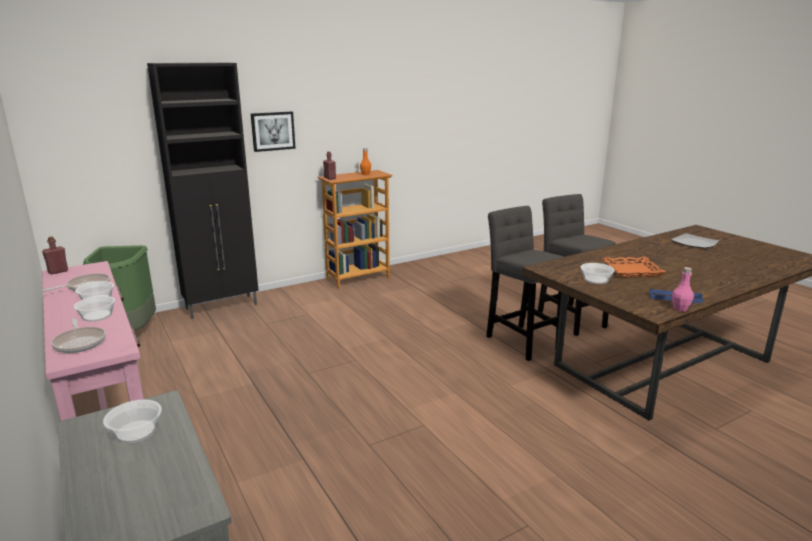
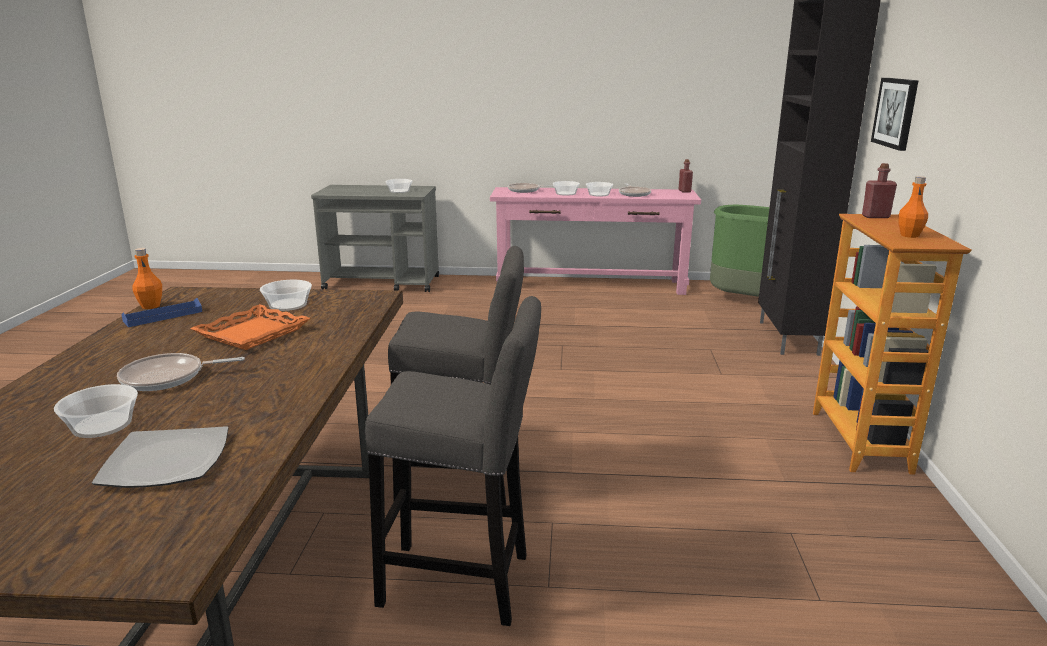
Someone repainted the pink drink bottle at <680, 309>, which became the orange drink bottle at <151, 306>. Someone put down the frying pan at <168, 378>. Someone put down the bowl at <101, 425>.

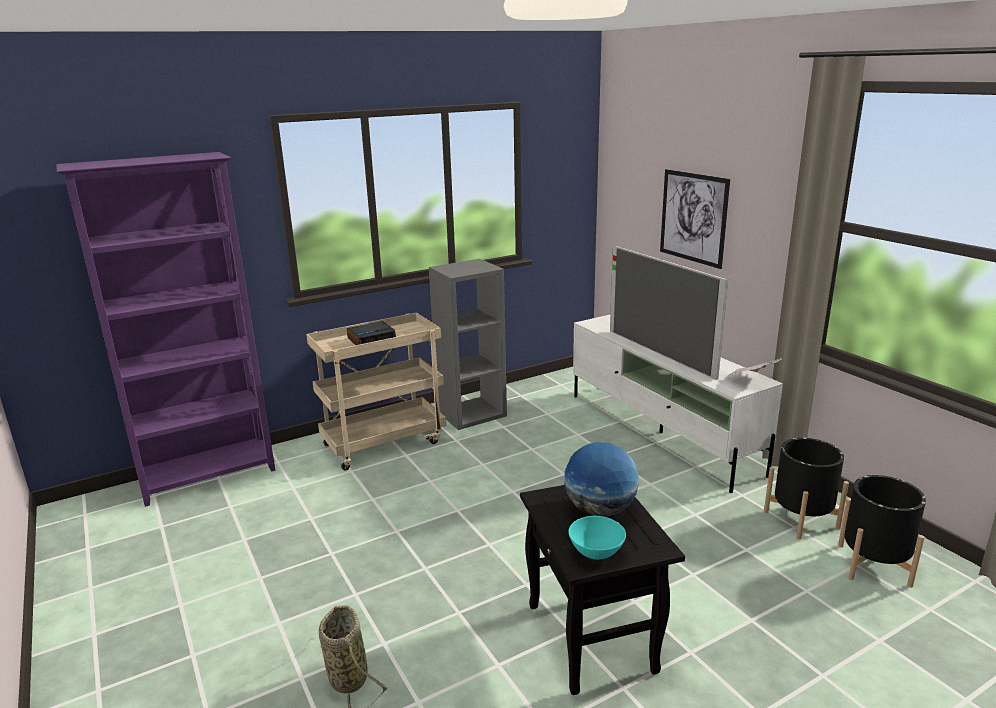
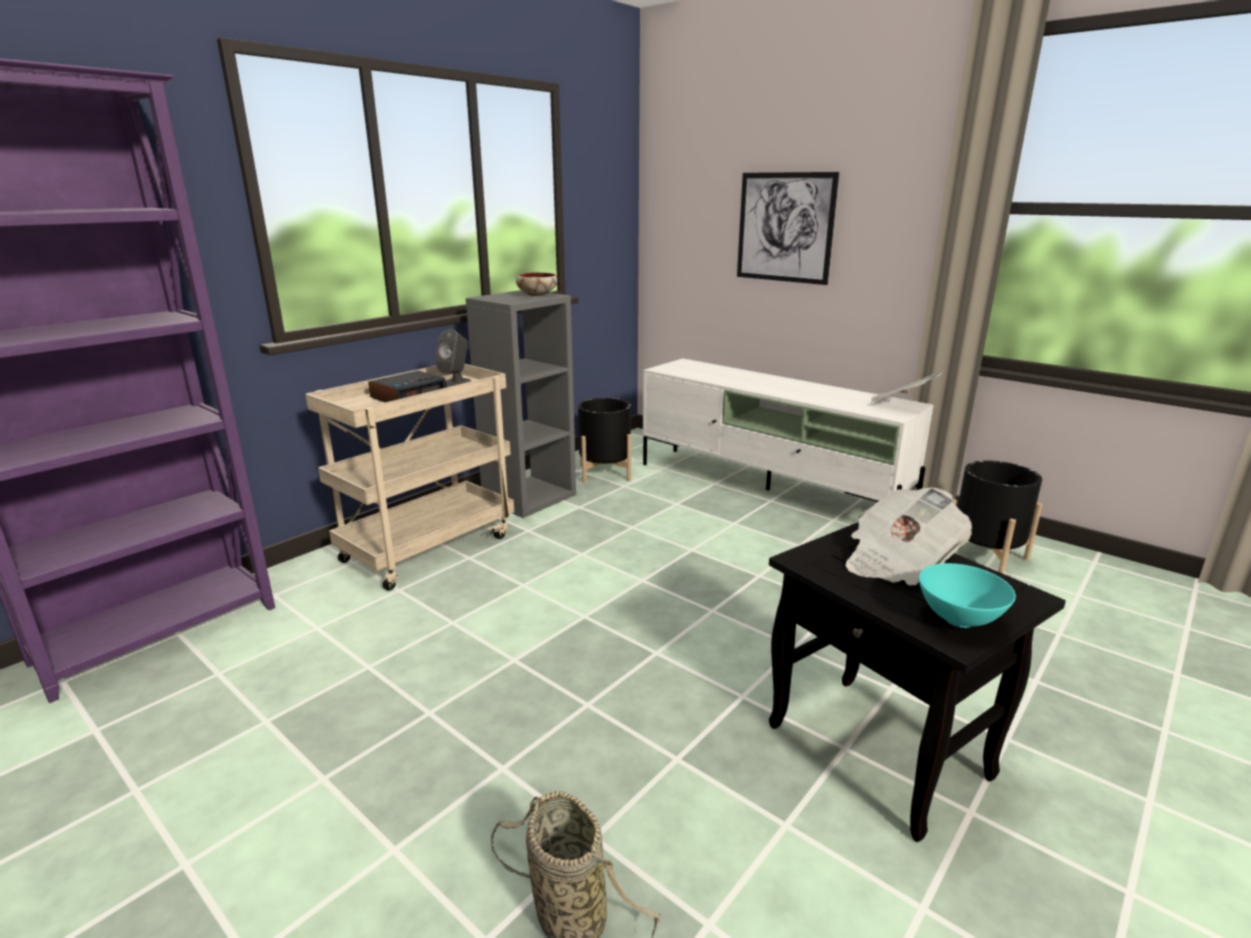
Someone took away the TV at <658, 353>. Someone swapped the globe at <600, 510> for the newspaper at <898, 562>. Someone carried the black-coloured flower pot from <873, 565> to <605, 473>. Someone put down the bowl at <537, 295>. Someone put down the grey audio speaker at <455, 383>.

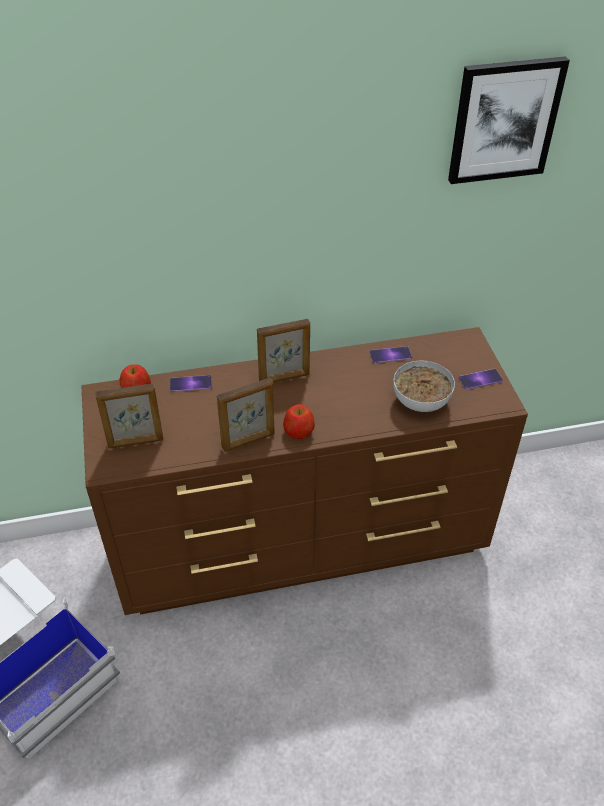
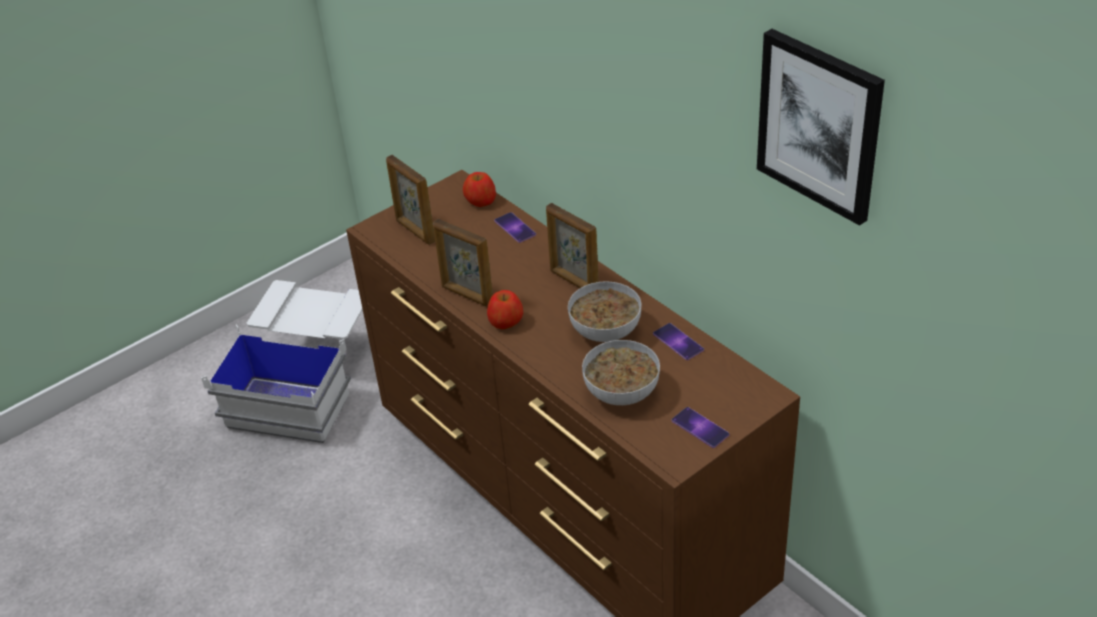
Someone put down the bowl at <605, 331>.

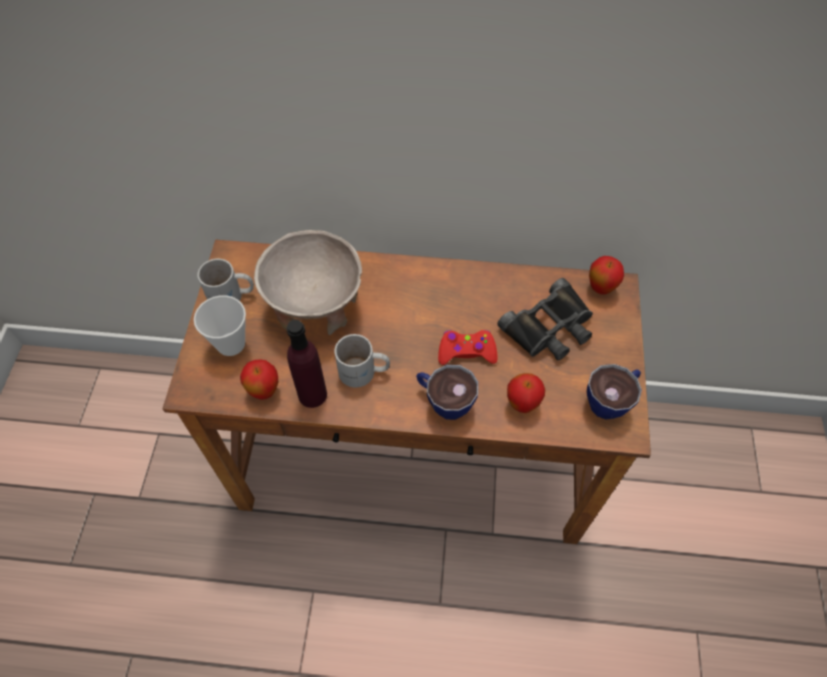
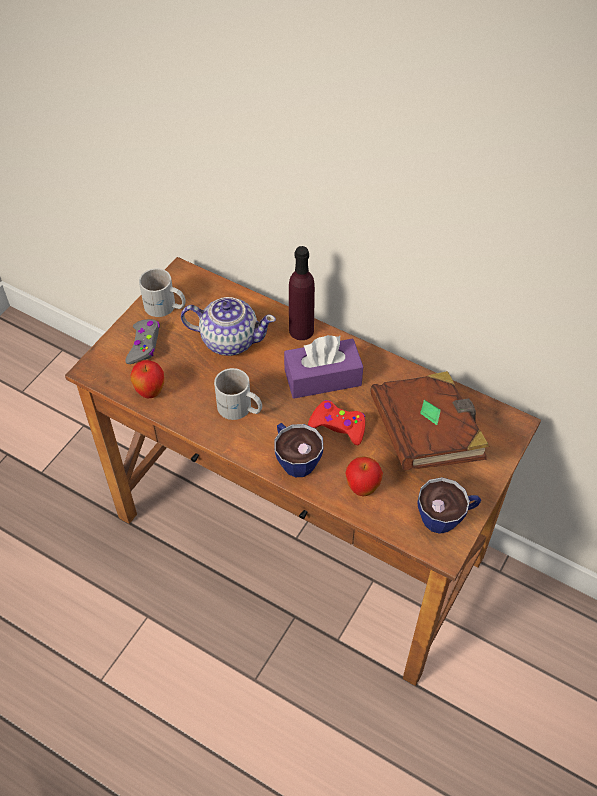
Someone swapped the beige bowl at <315, 306> for the pot for tea at <229, 340>. Someone took away the apple at <601, 288>. Someone swapped the black-coloured pair of binoculars at <550, 328> for the brownish volume at <426, 435>. Someone swapped the small cup at <231, 344> for the grey joypad at <144, 345>. Someone carried the purple drink bottle from <312, 394> to <301, 330>. Someone put down the purple box of tissues at <322, 378>.

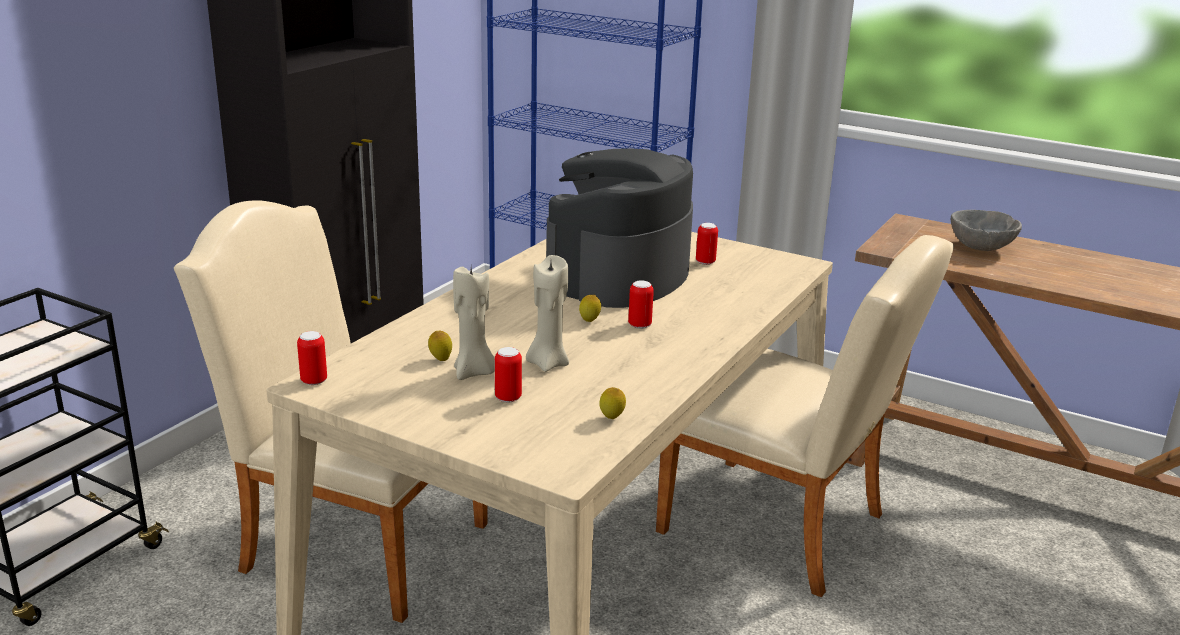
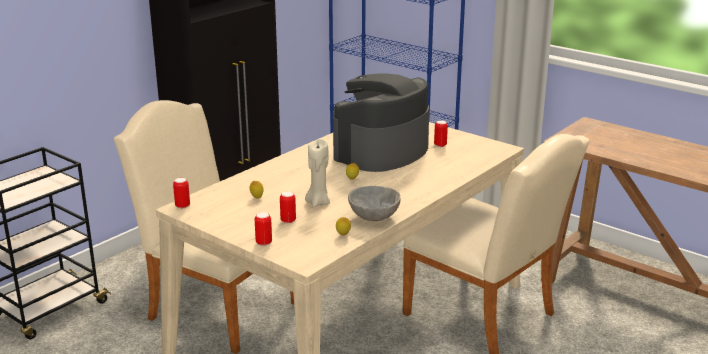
Someone carried the grey bowl from <981, 248> to <375, 218>. Someone took away the beige wax light at <474, 372>. Someone carried the sealed can from <639, 325> to <264, 243>.

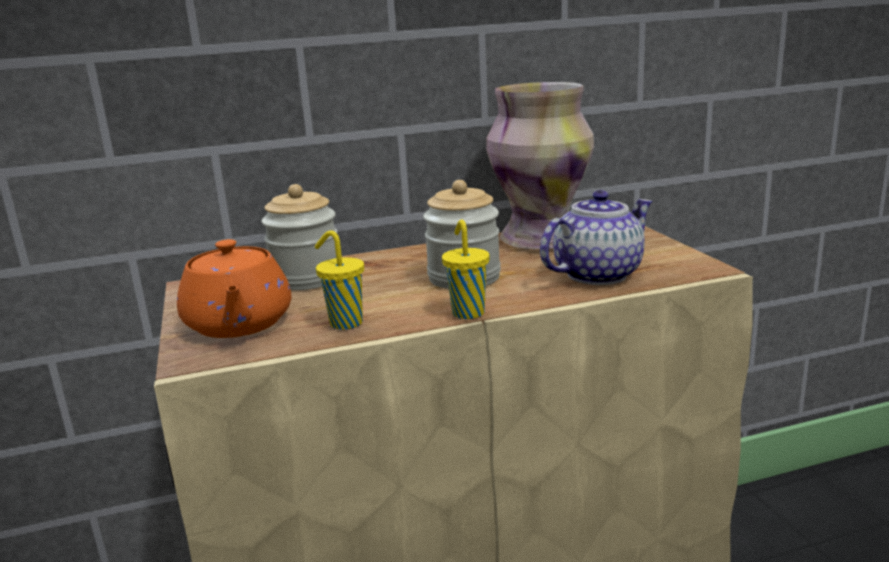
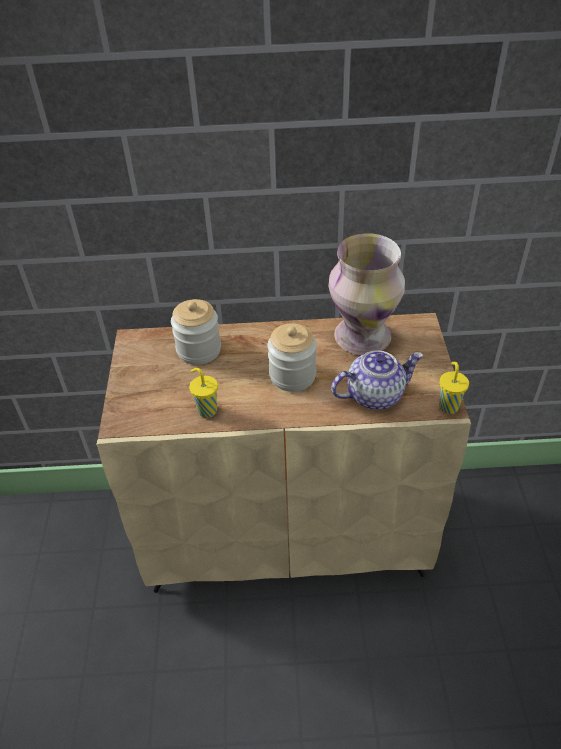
Someone carried the yellow-coloured small cup from <467, 312> to <448, 406>. Someone took away the orange pot for tea at <239, 324>.

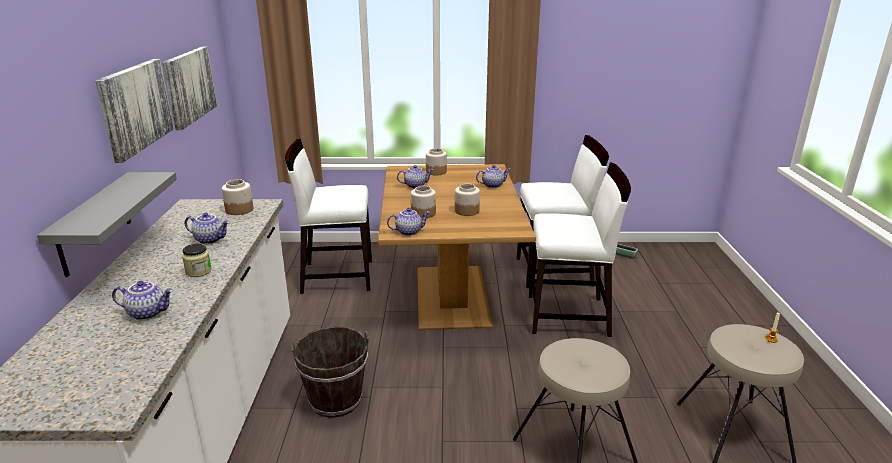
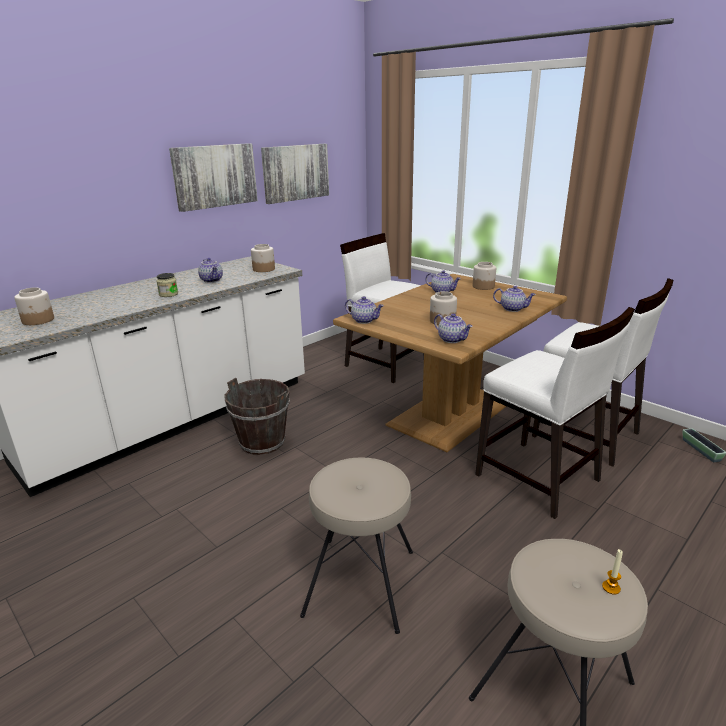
Someone took away the grey wall shelf at <94, 223>. Someone carried the preserve jar from <423, 213> to <38, 320>. Someone carried the pot for tea from <148, 313> to <452, 339>.

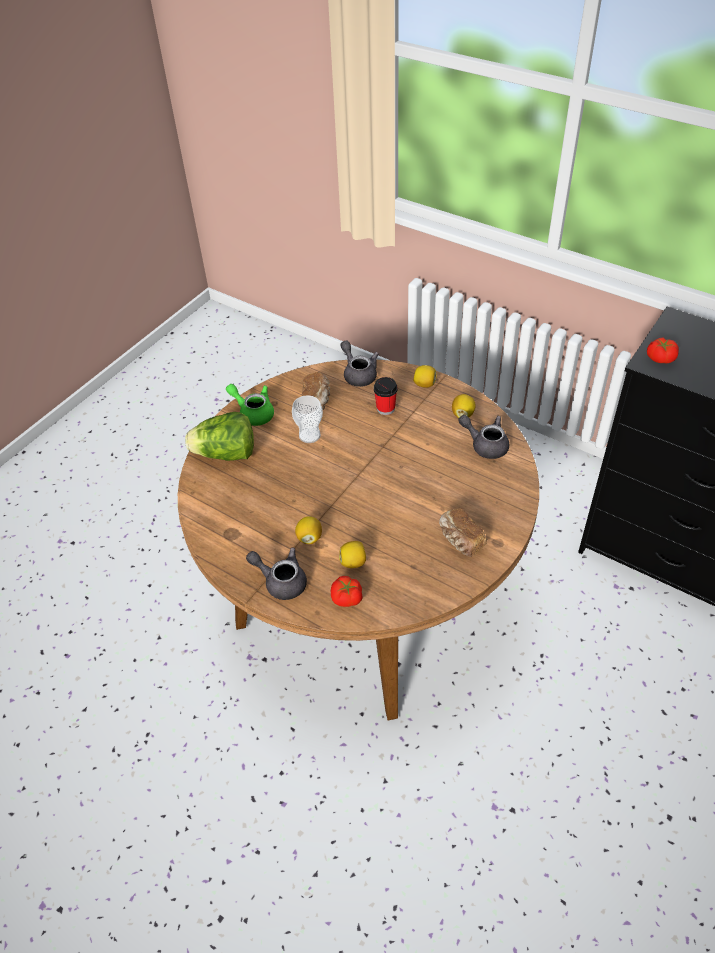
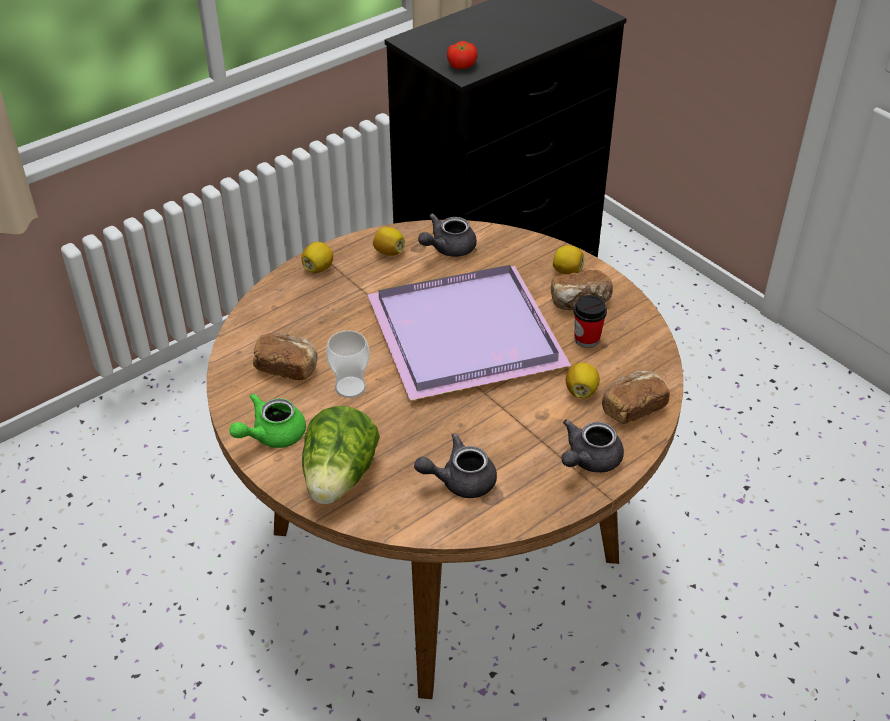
Someone carried the grey pot for tea from <358, 374> to <459, 481>. Someone carried the small cup from <385, 408> to <587, 339>. Someone carried the whole lemon from <309, 537> to <567, 271>. Someone swapped the tomato at <347, 598> for the baked bread at <632, 408>. Someone put down the purple tray at <463, 337>.

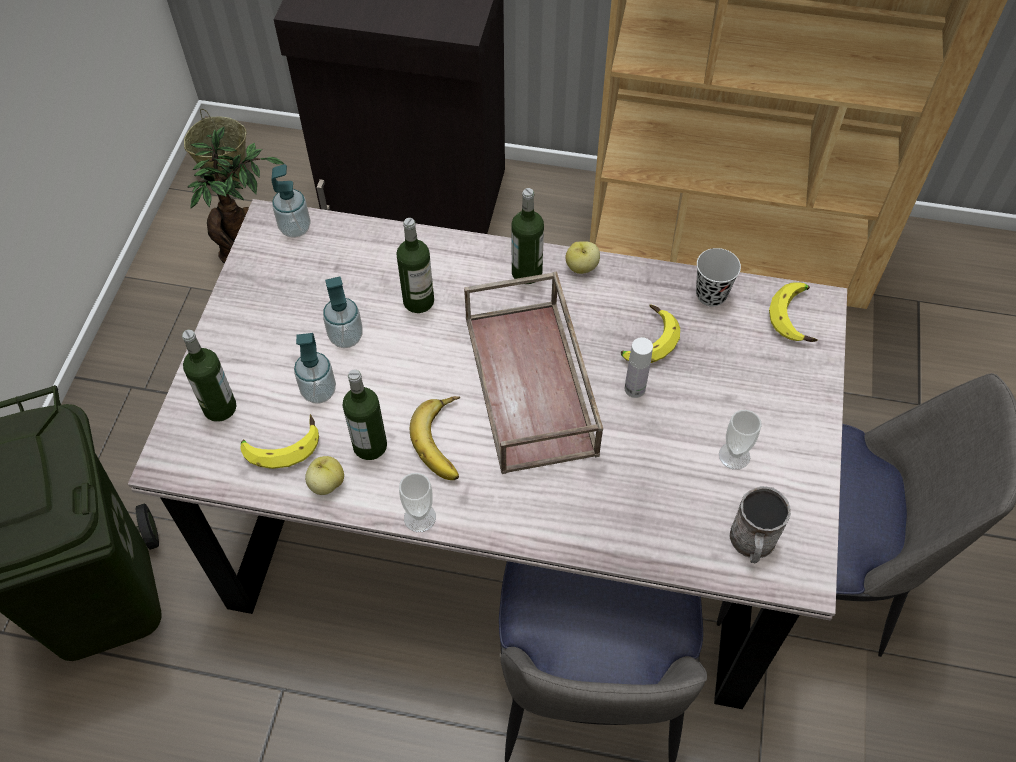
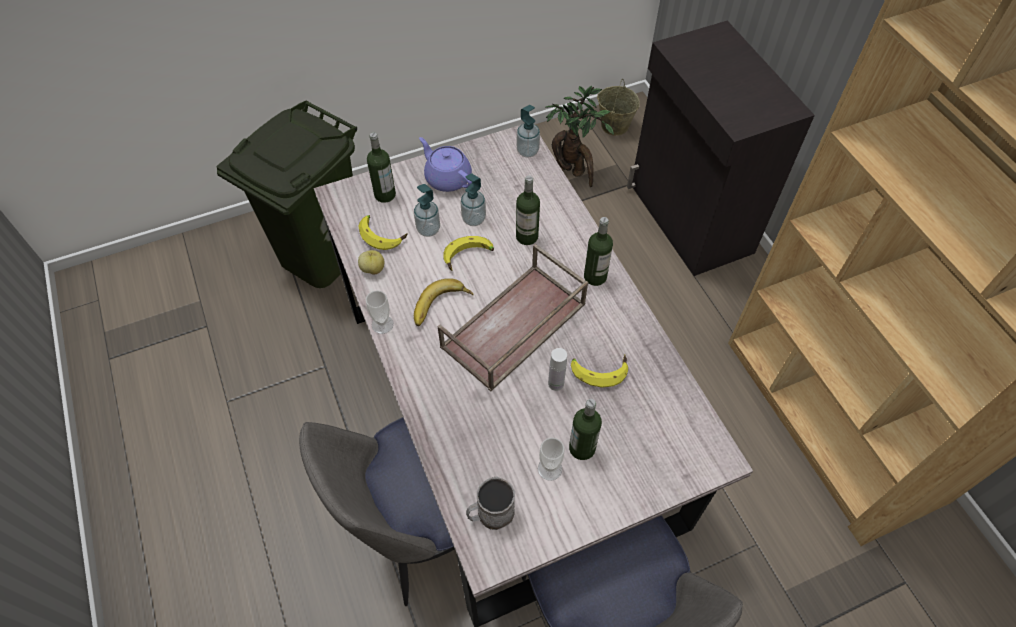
Someone took away the apple at <581, 267>. Someone took away the black-coloured small cup at <711, 295>. Someone carried the whole banana from <797, 317> to <468, 257>. Someone carried the drink bottle from <370, 445> to <582, 448>. Someone put down the purple pot for tea at <447, 178>.

